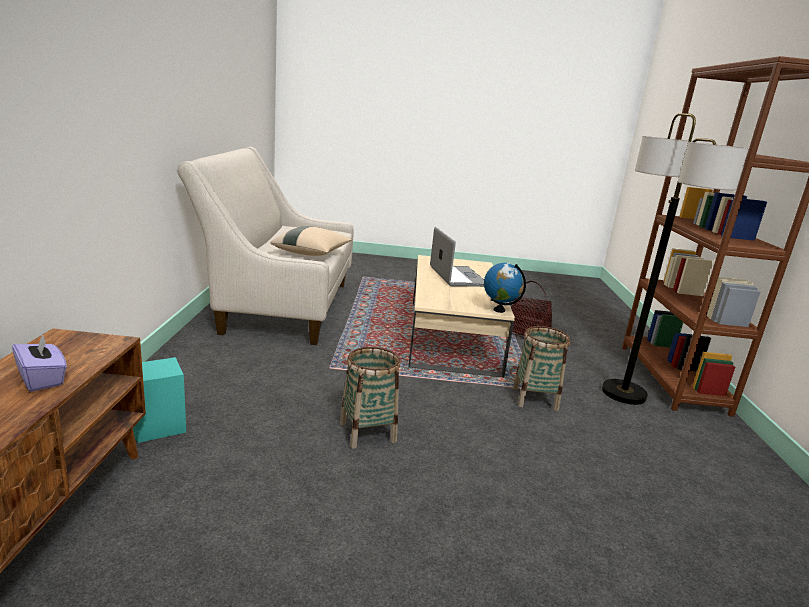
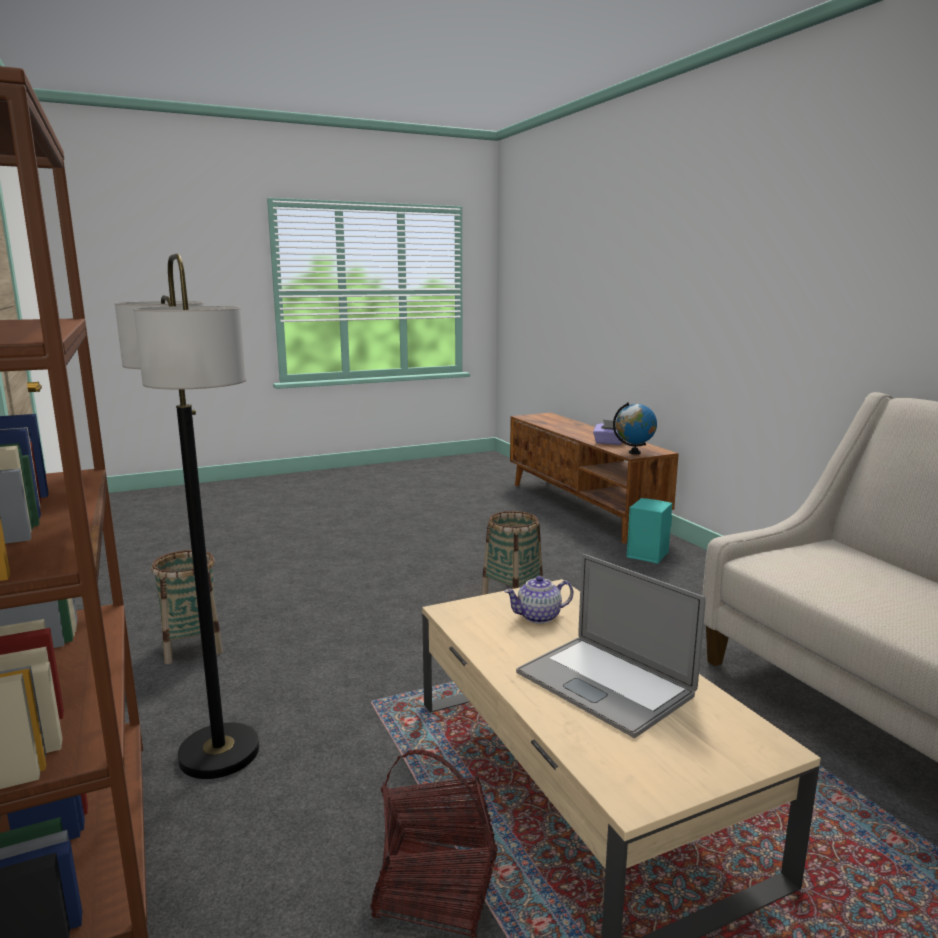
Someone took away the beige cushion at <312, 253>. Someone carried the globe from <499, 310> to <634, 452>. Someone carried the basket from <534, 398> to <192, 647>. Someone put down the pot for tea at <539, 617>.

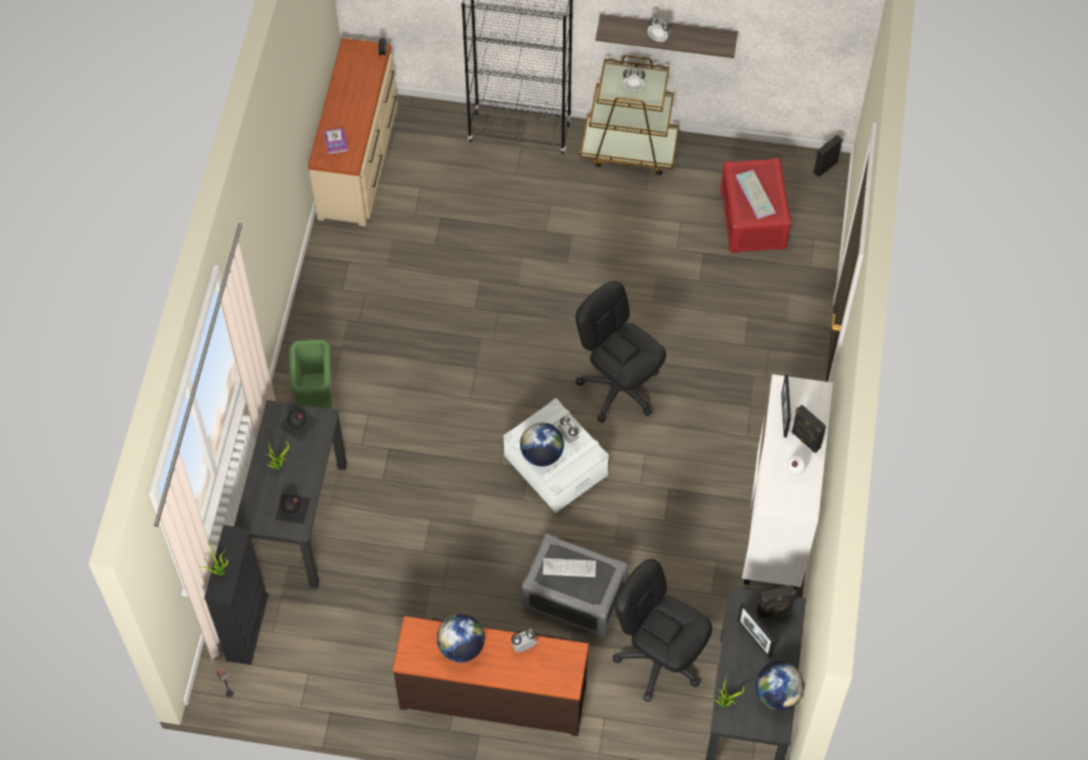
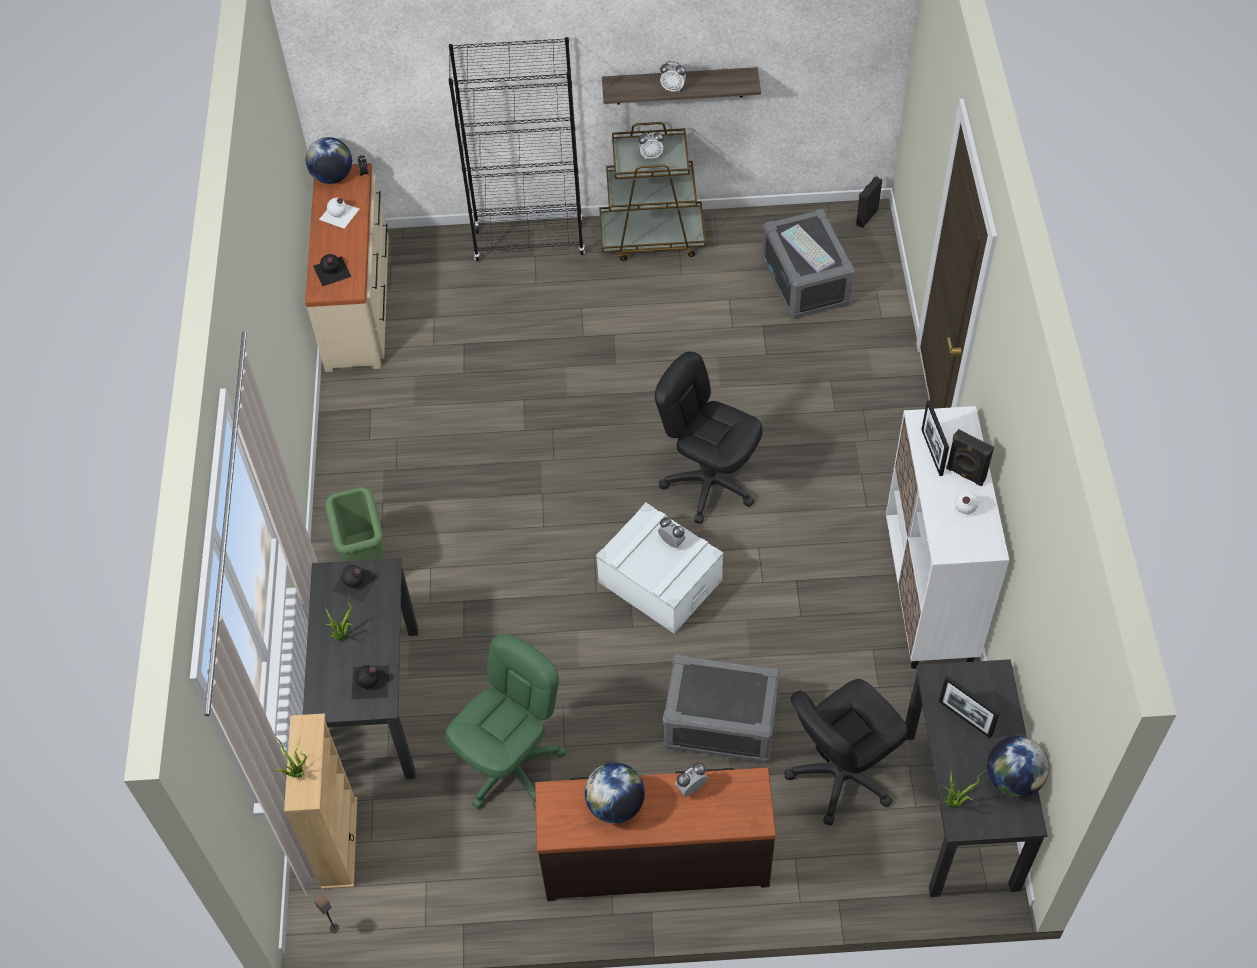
Someone swapped the volume at <336, 141> for the black-coloured drink bottle at <331, 271>. Someone repainted the red-coloured storage container at <753, 219>, which became the grey storage container at <806, 282>. Someone carried the globe from <542, 454> to <332, 177>. Someone repainted the black-coloured shelving unit at <247, 627>, which became the beige shelving unit at <339, 843>. Someone took away the PC keyboard at <569, 568>. Someone rotated the black-coloured office chair at <659, 659> by 60 degrees counterclockwise. Someone took away the black-coloured audio speaker at <774, 612>. Someone put down the whitish drink bottle at <339, 214>. Someone put down the green office chair at <512, 767>.

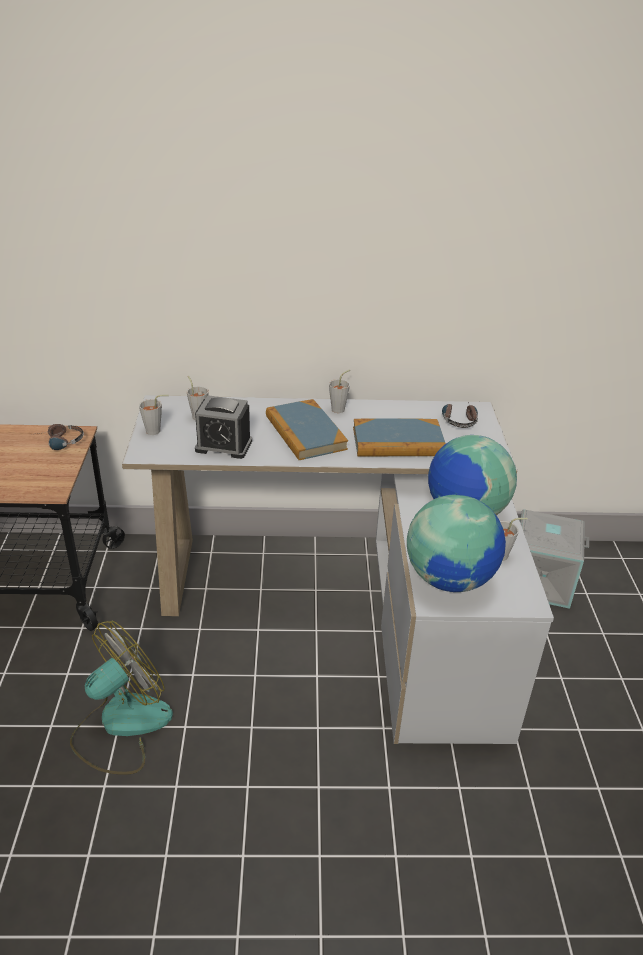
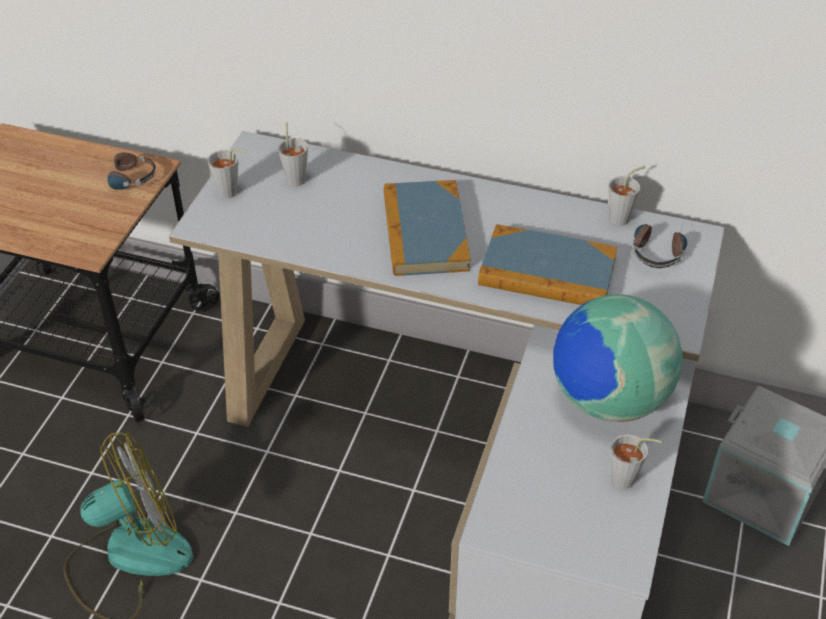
Someone carried the grey small cup from <340, 408> to <623, 218>. Someone took away the table clock at <223, 445>. Someone took away the globe at <450, 578>.

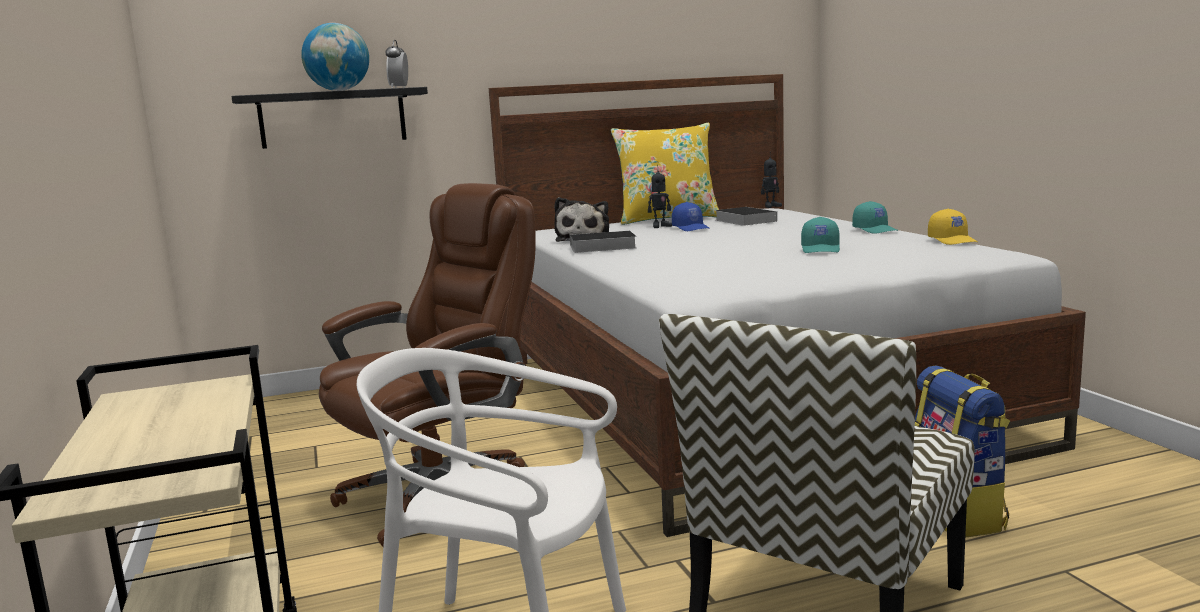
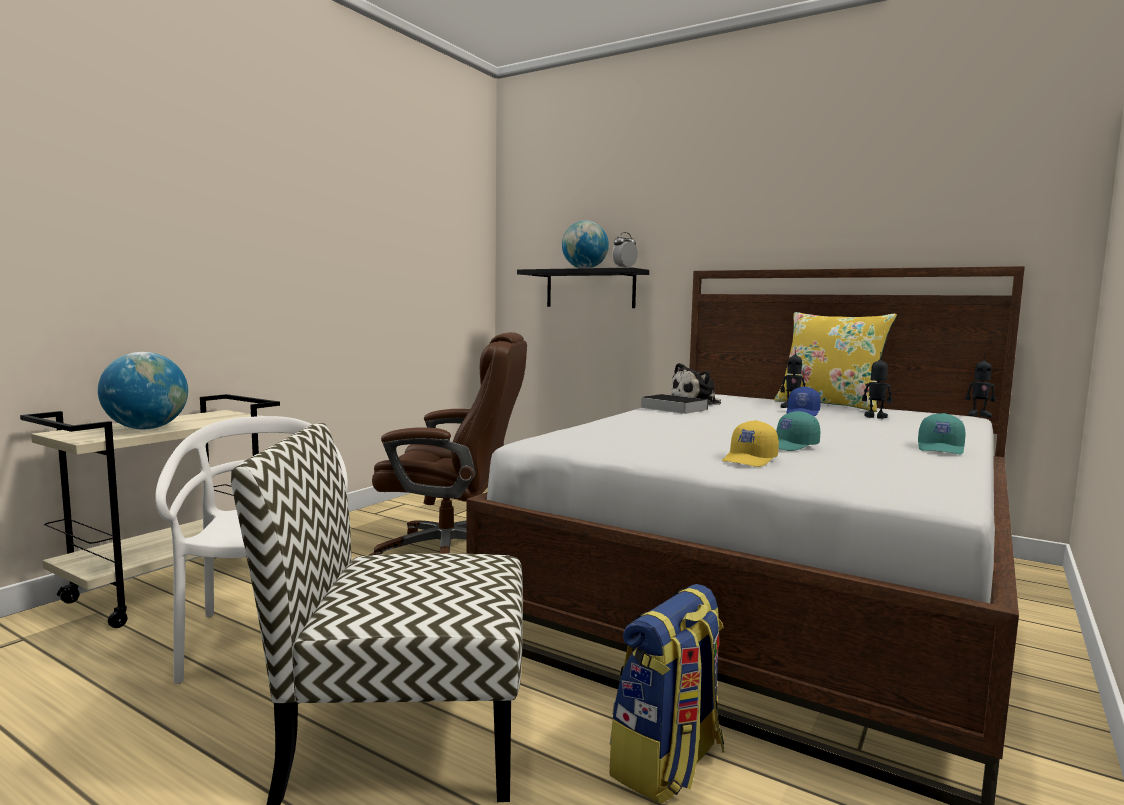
Someone swapped the volume at <743, 220> for the toy robot at <875, 417>. Someone carried the yellow-coloured peaked cap from <953, 240> to <750, 460>. Someone put down the globe at <146, 428>.

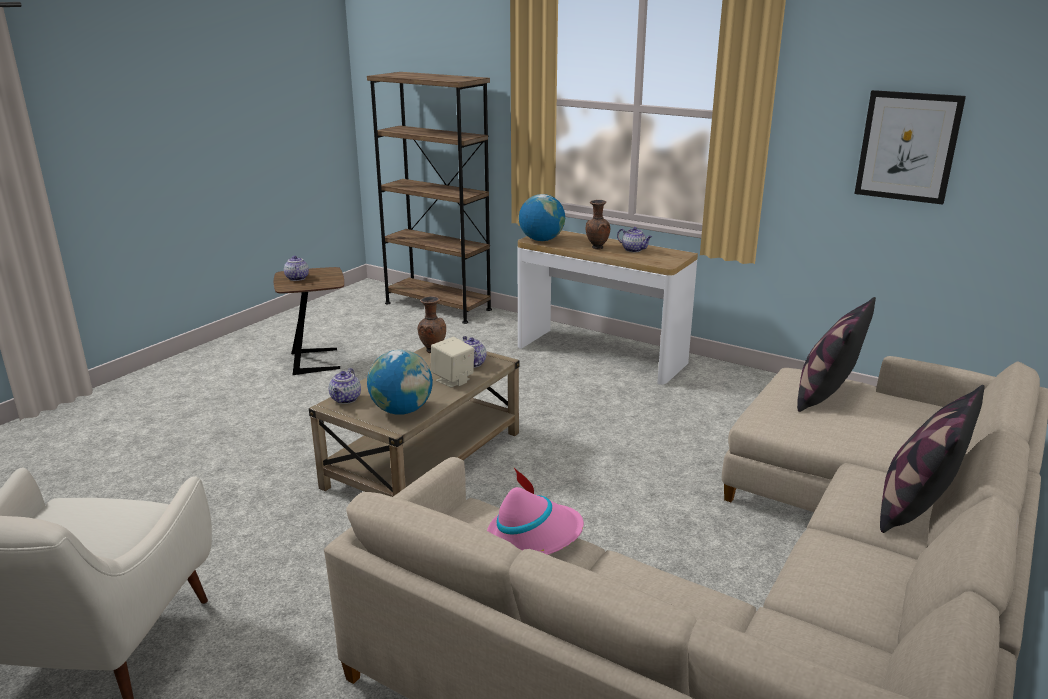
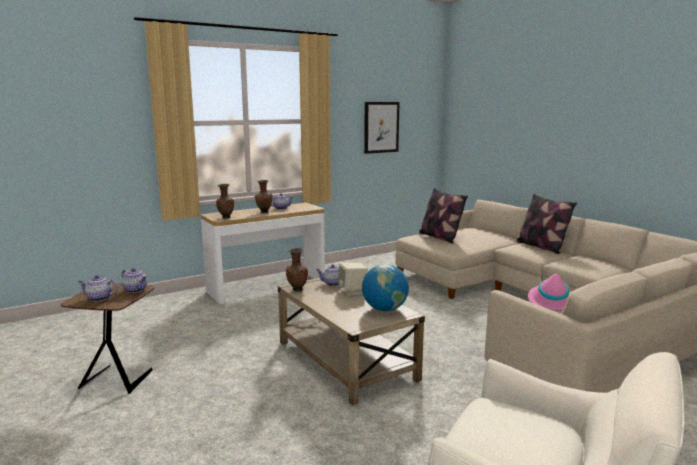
Someone took away the brownish shelving unit at <438, 306>. Someone swapped the globe at <541, 240> for the brownish vase at <225, 217>. Someone carried the pot for tea from <346, 399> to <136, 290>.

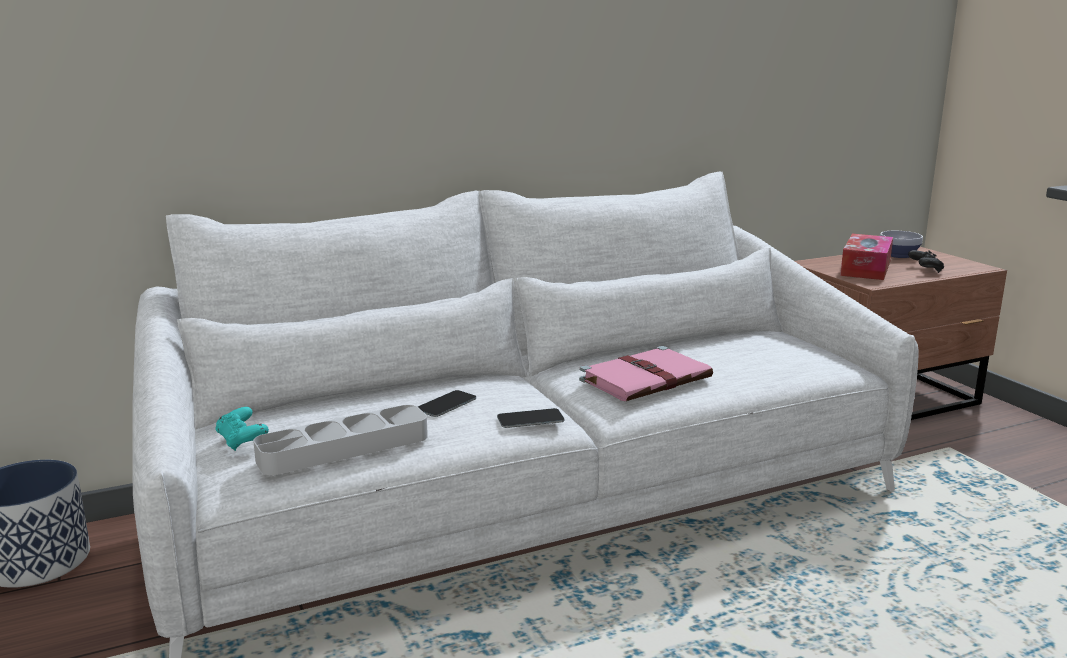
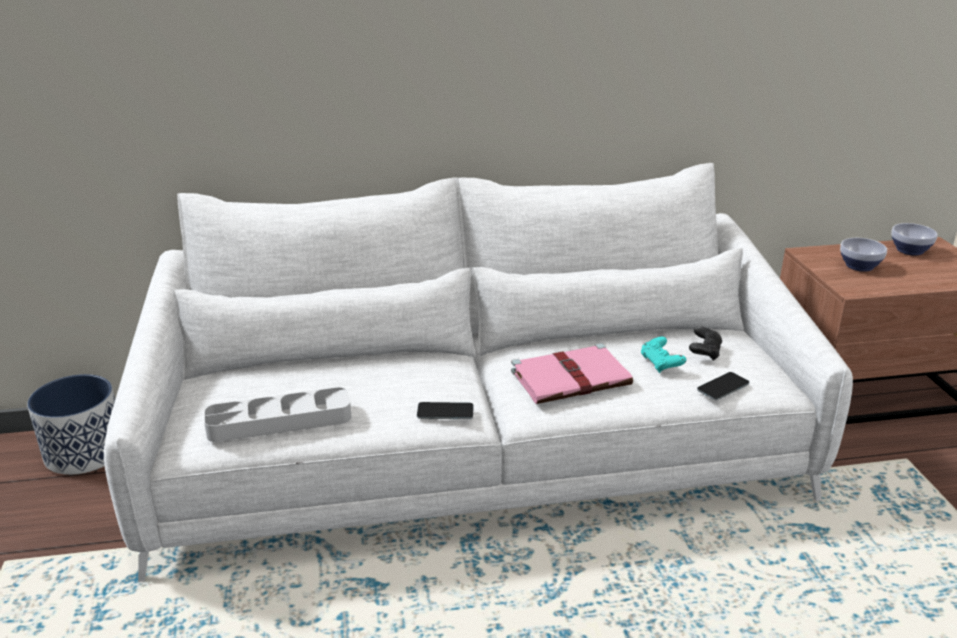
Someone swapped the box of tissues at <865, 268> for the bowl at <860, 267>. Someone carried the black-coloured joypad from <925, 269> to <704, 352>. Someone carried the phone from <446, 404> to <723, 386>. Someone carried the blue-green joypad from <242, 441> to <661, 364>.

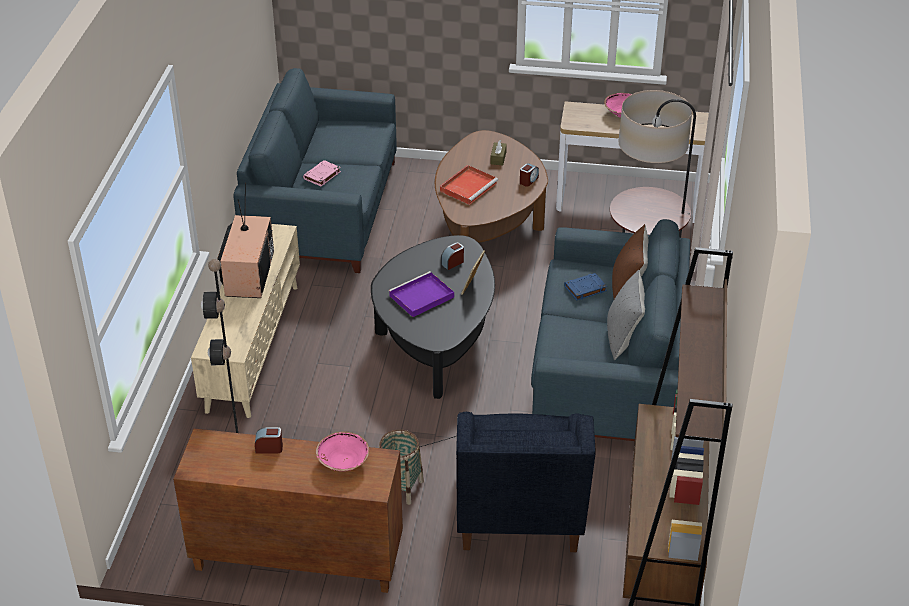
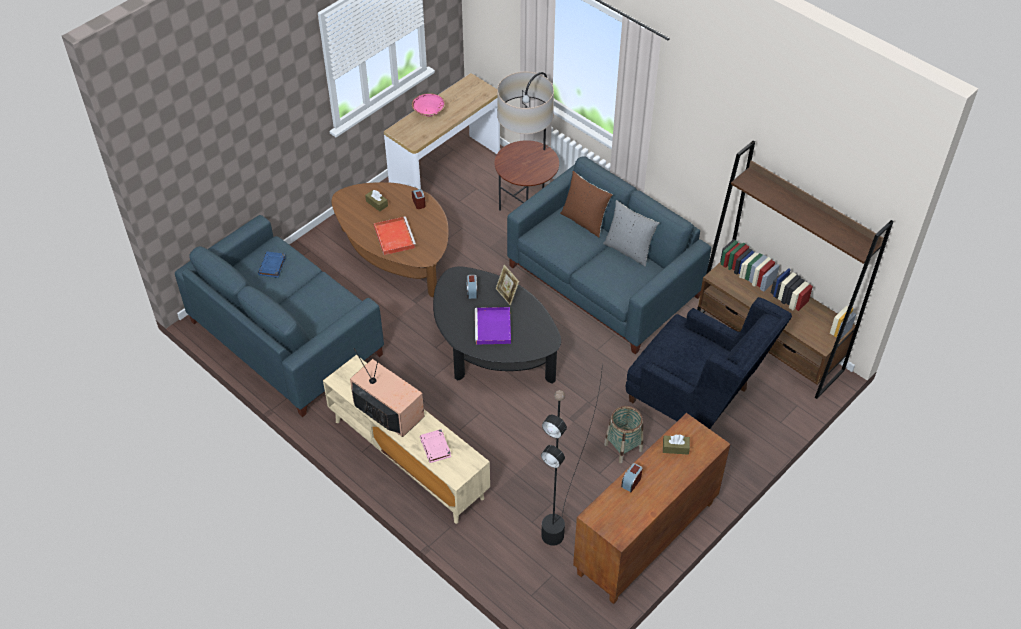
Someone carried the pink volume from <322, 175> to <435, 448>. Someone carried the blue-coloured volume from <585, 289> to <272, 266>. Someone swapped the pink bowl at <343, 462> for the brownish box of tissues at <675, 448>.

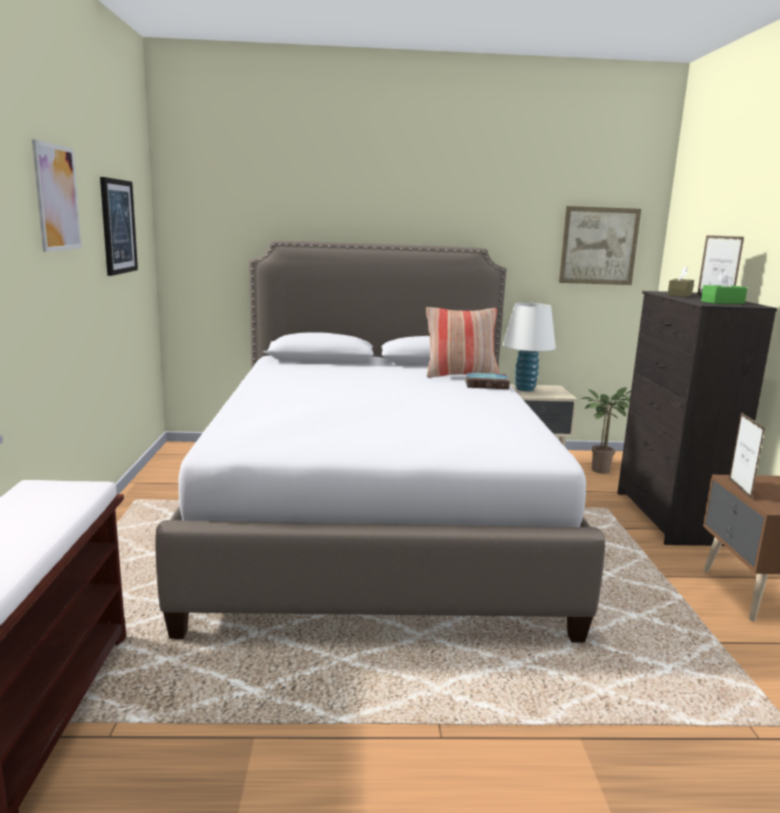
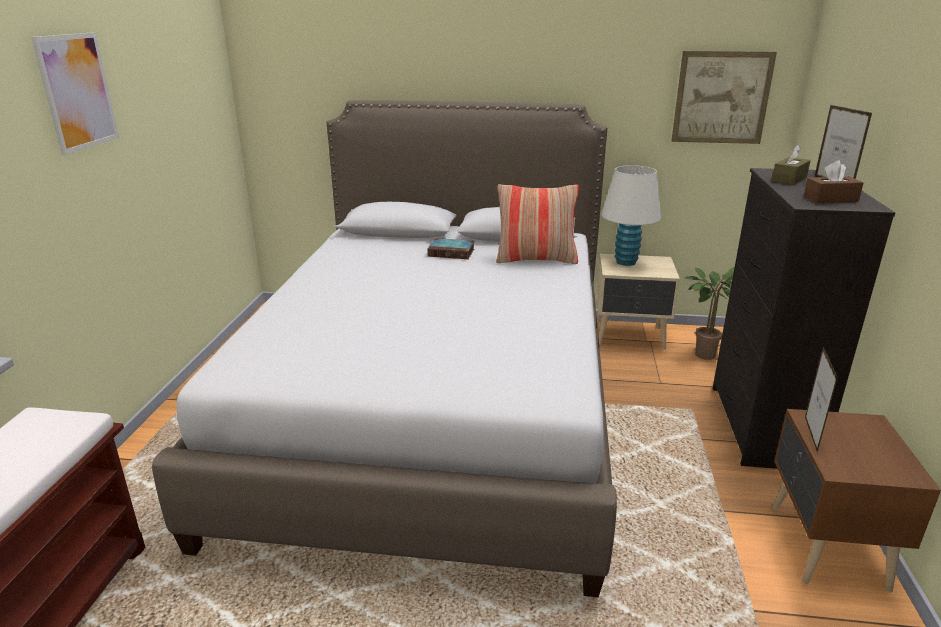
Someone took away the wall art at <118, 226>. Someone repainted the green box of tissues at <722, 302>, which became the brownish box of tissues at <830, 199>. Someone carried the volume from <487, 385> to <452, 252>.

